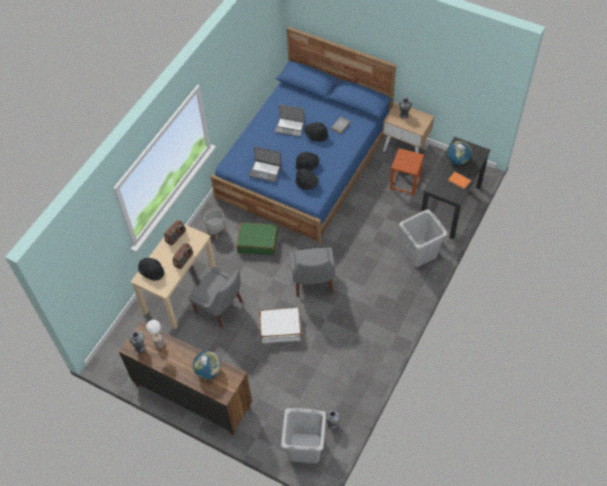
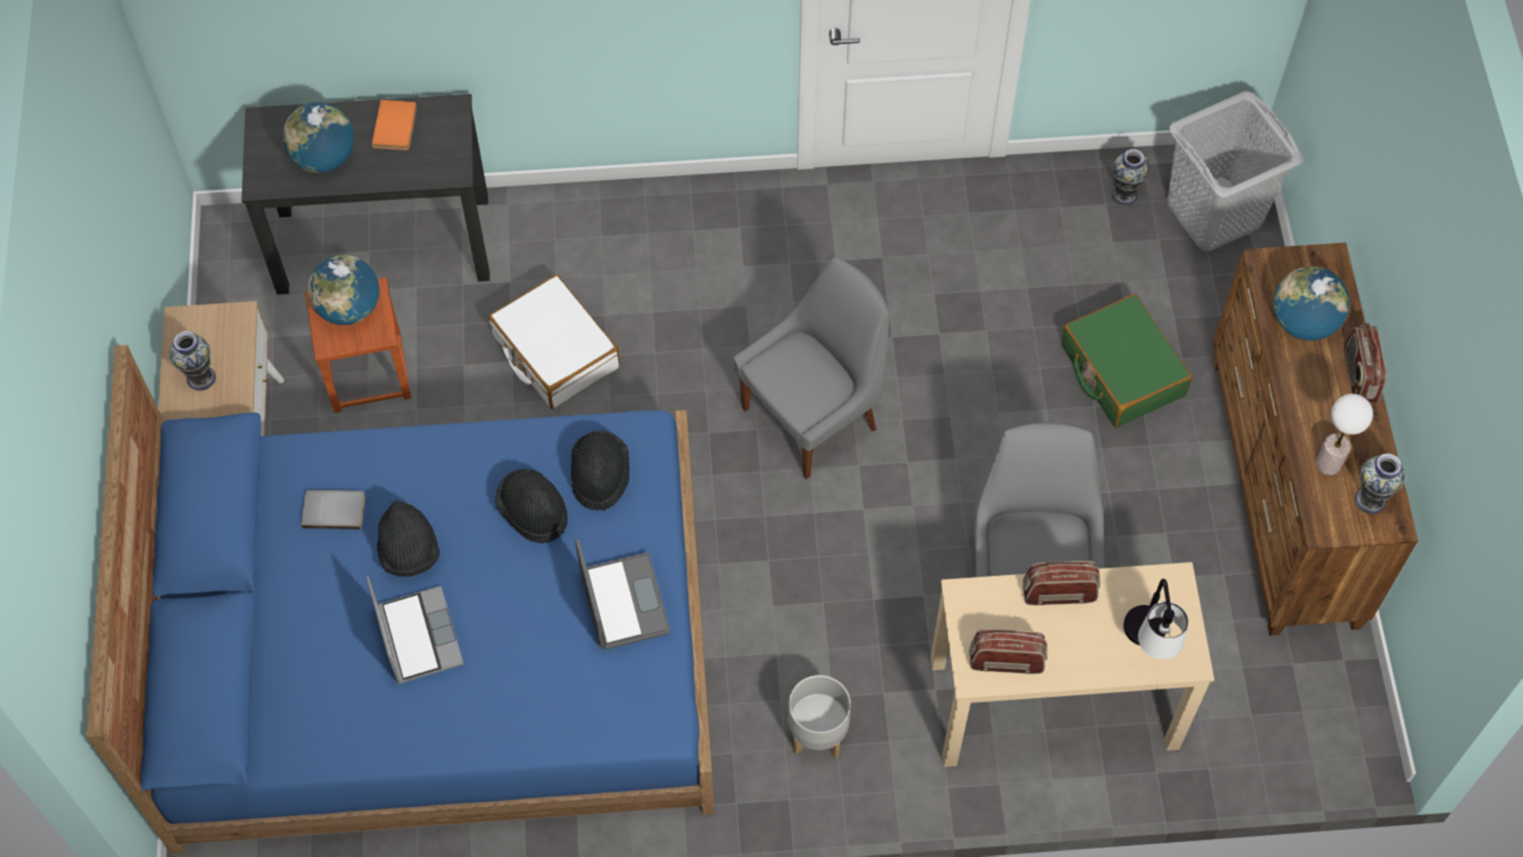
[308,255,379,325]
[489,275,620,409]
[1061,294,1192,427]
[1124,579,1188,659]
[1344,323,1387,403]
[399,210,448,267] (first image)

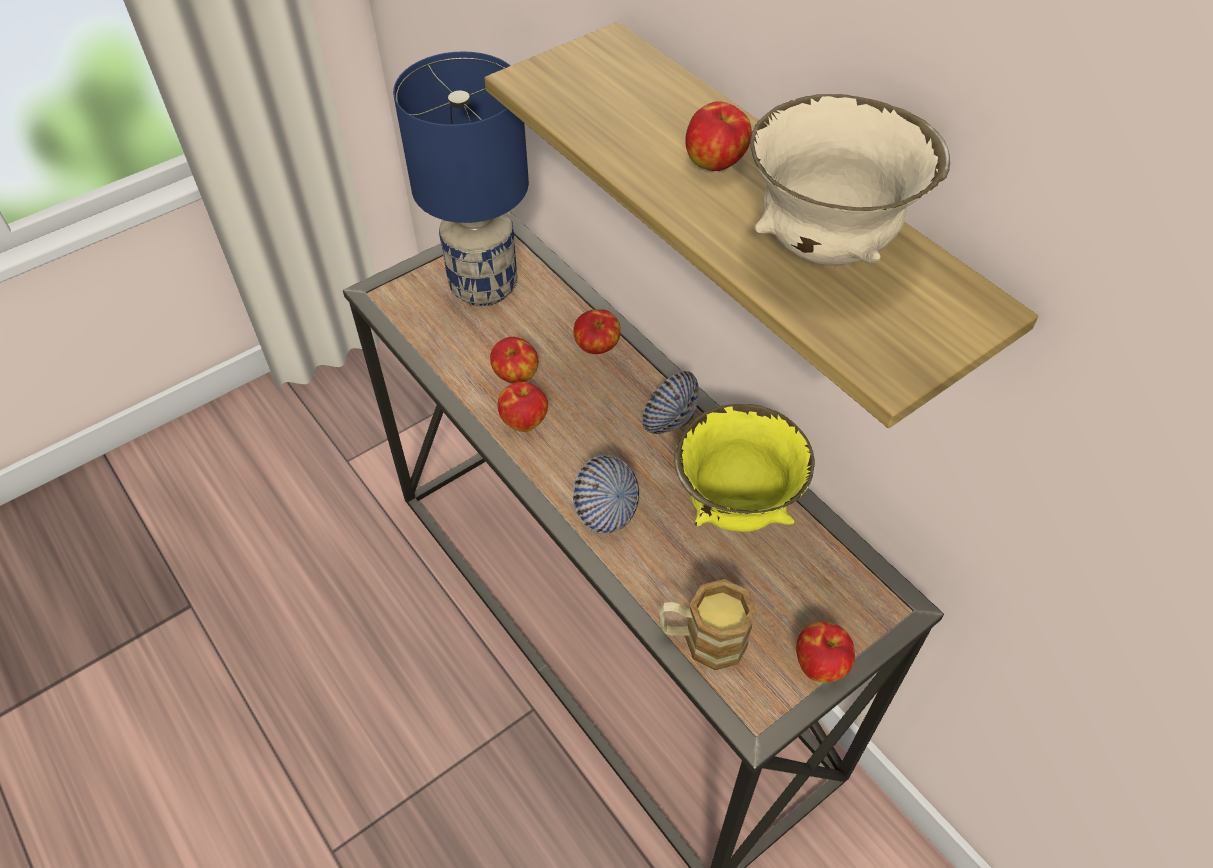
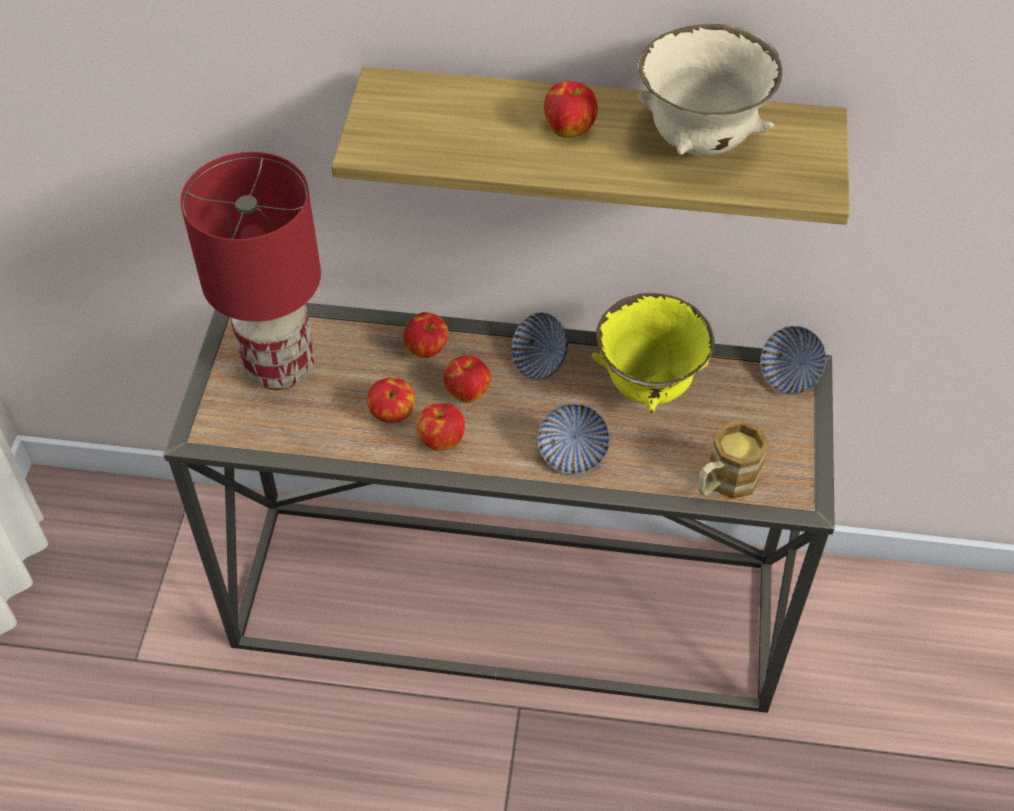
[180,152,321,390]
[443,355,491,403]
[760,326,826,394]

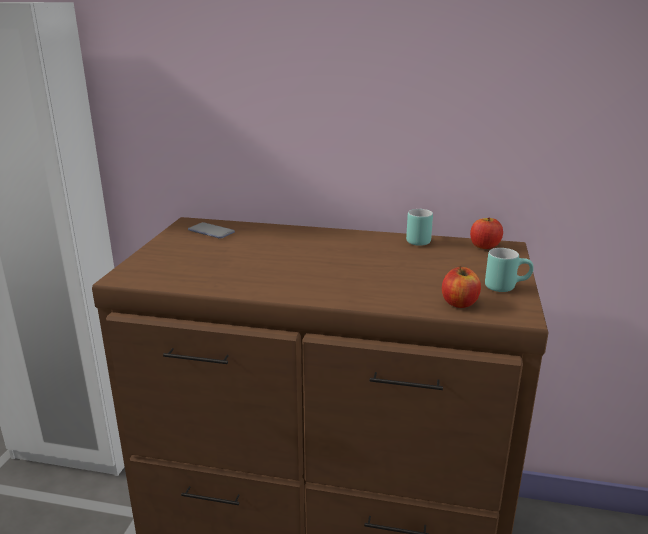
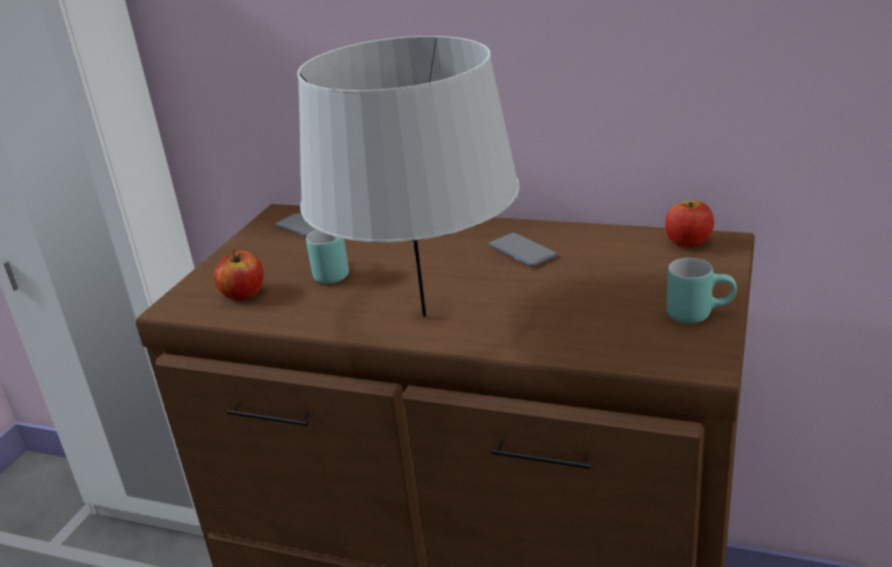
[214,250,263,300]
[297,36,520,317]
[306,230,349,284]
[489,233,557,267]

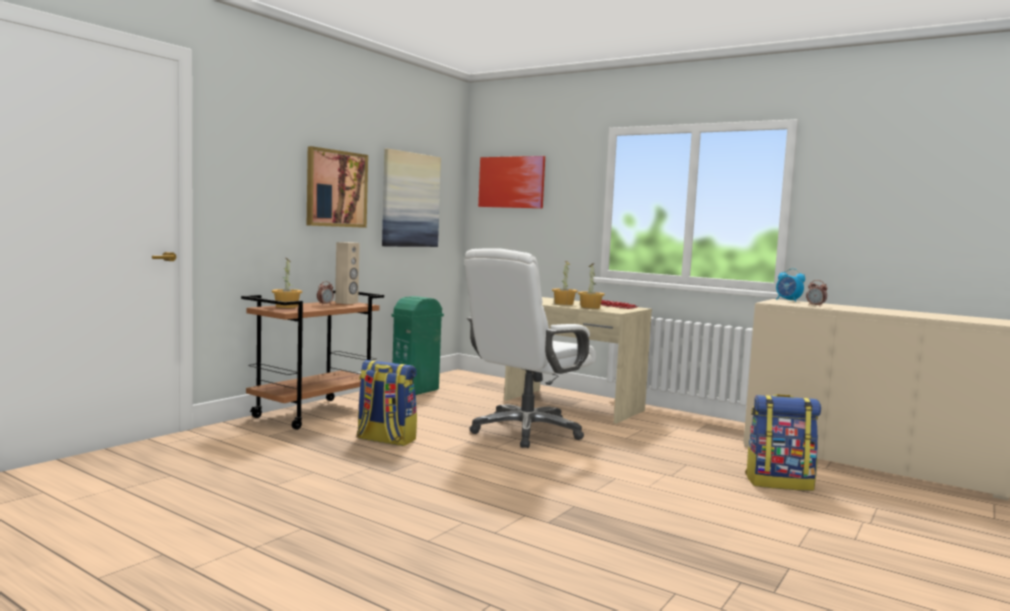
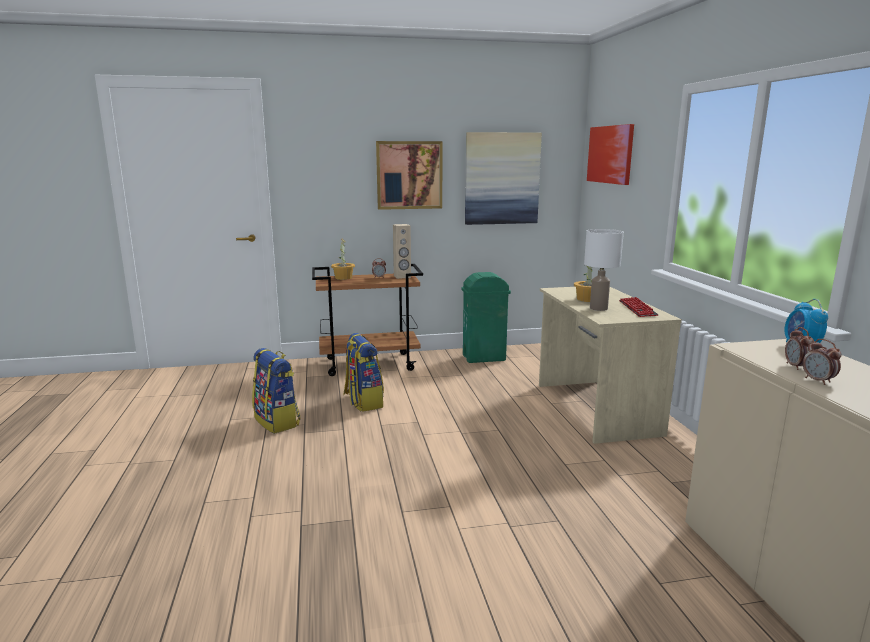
[252,348,300,434]
[584,229,624,311]
[803,339,842,385]
[465,248,596,448] (first image)

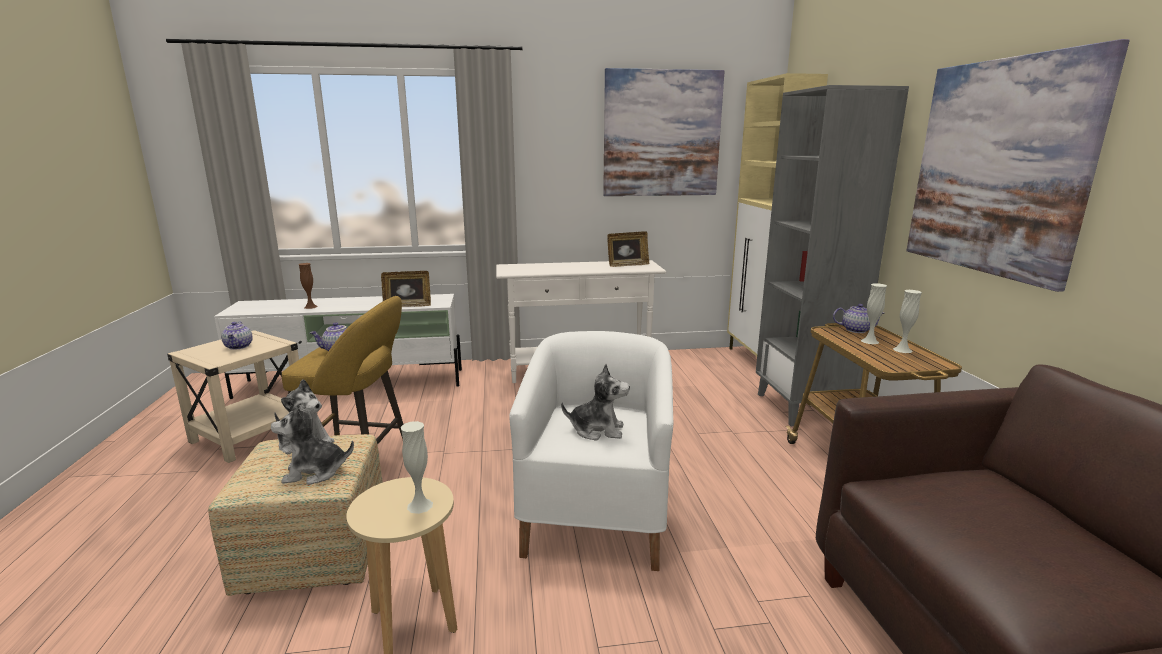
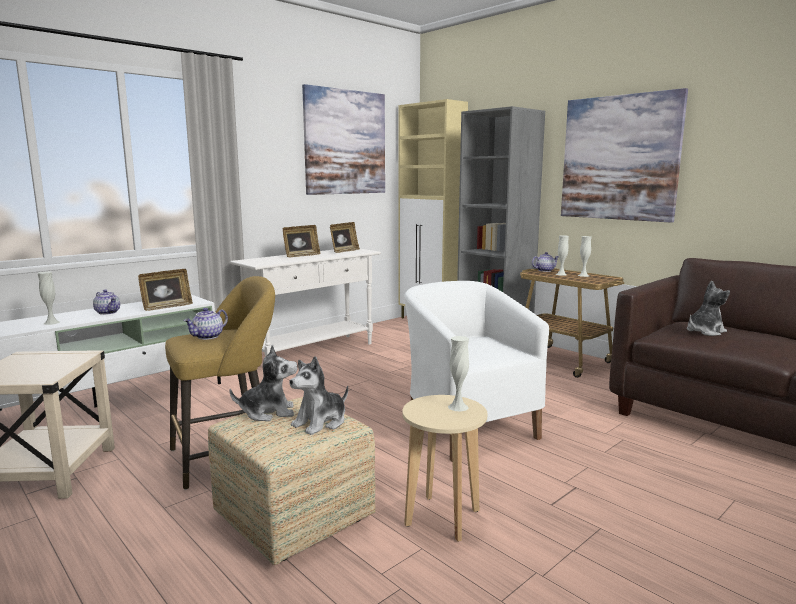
[38,272,60,325]
[93,289,120,315]
[283,225,321,257]
[687,281,730,336]

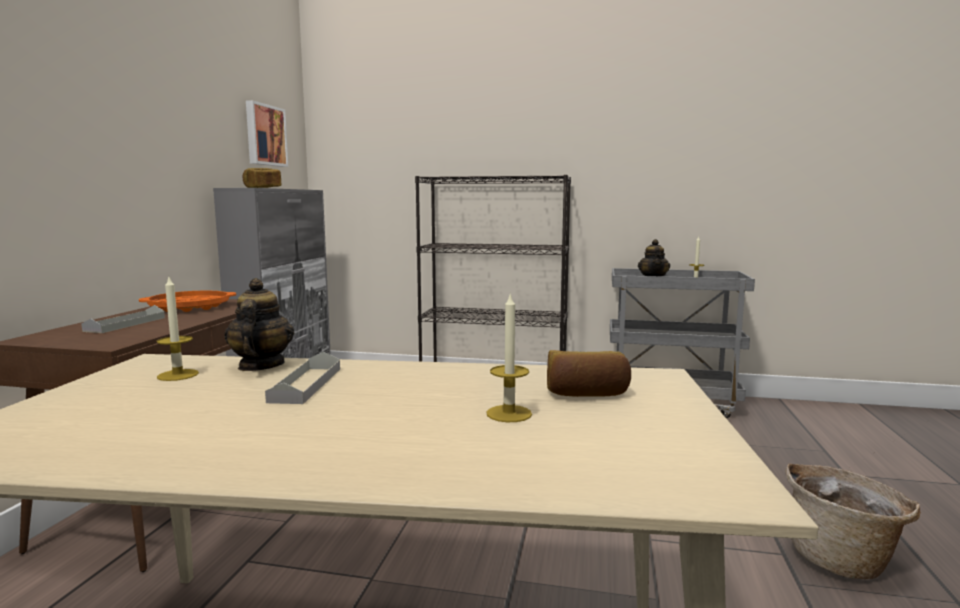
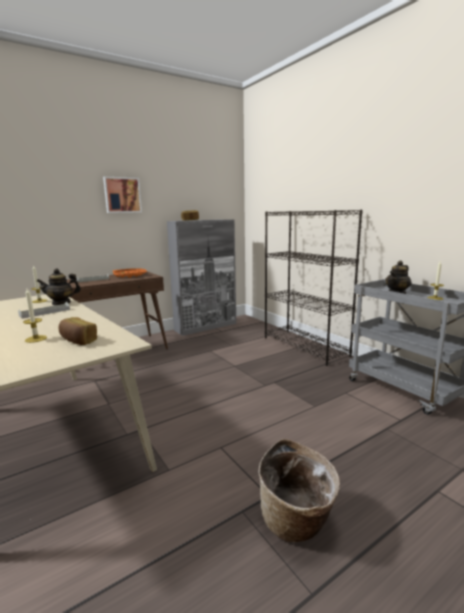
[37,269,81,305]
[103,177,142,213]

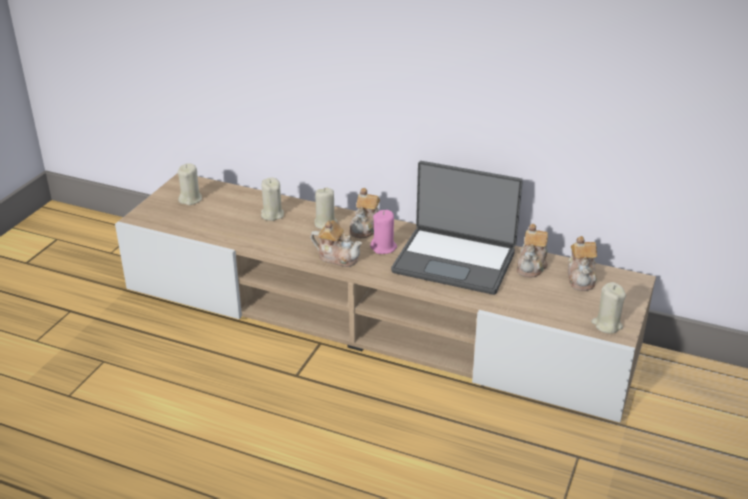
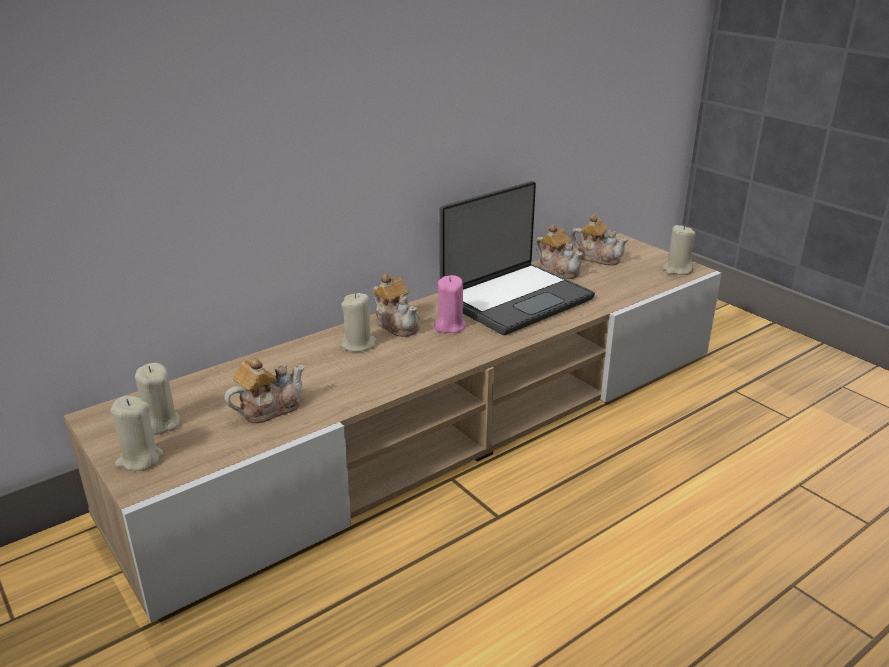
[111,396,163,471]
[225,358,304,423]

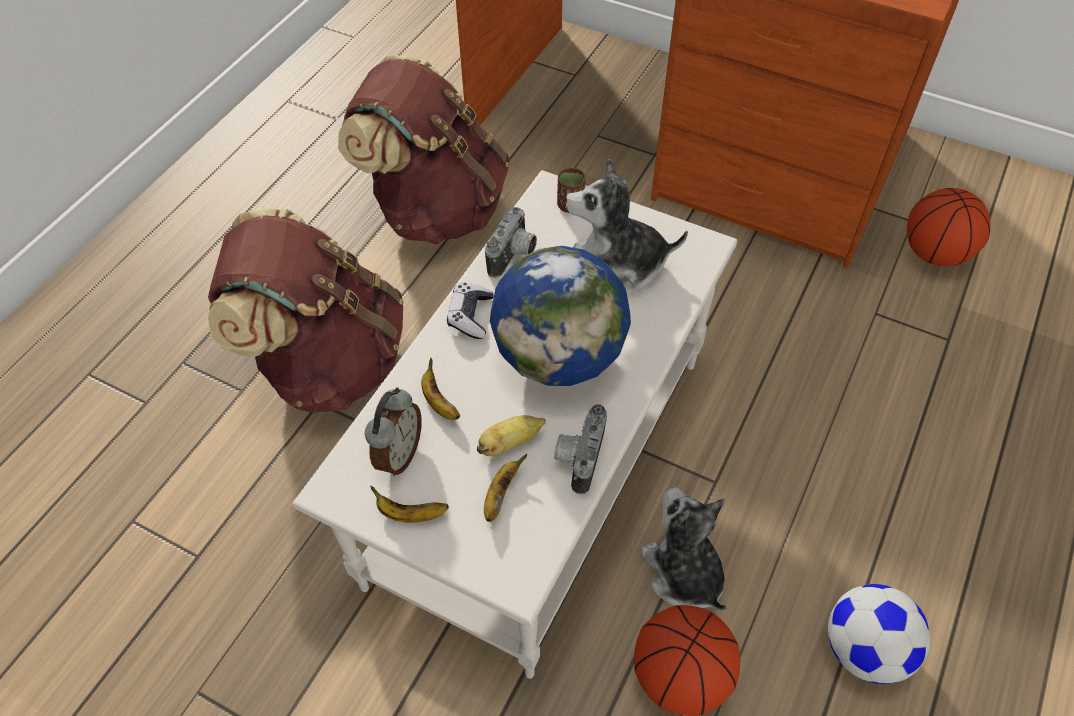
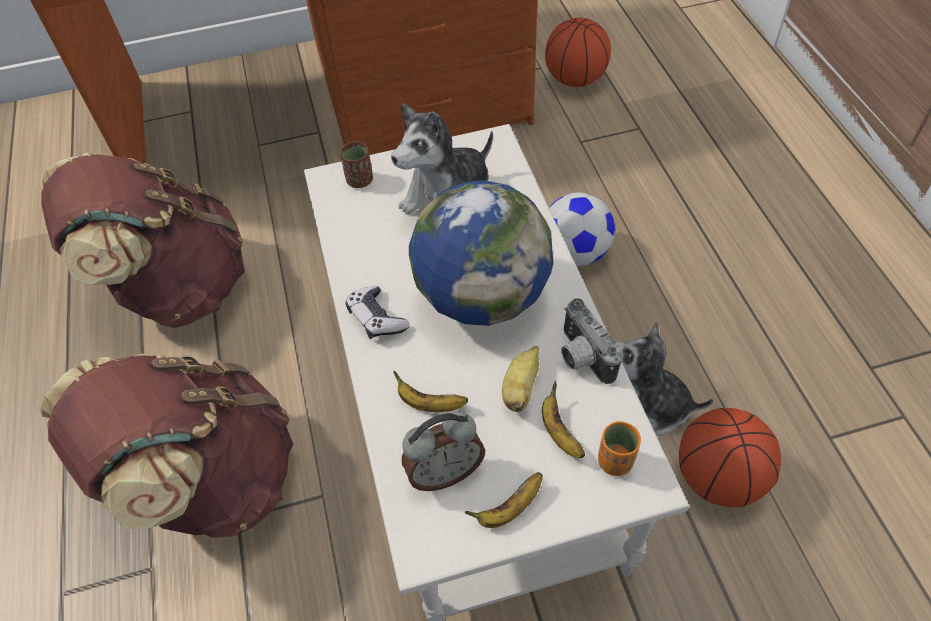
[402,412,485,491]
[549,192,615,266]
[598,421,641,476]
[485,207,537,278] (first image)

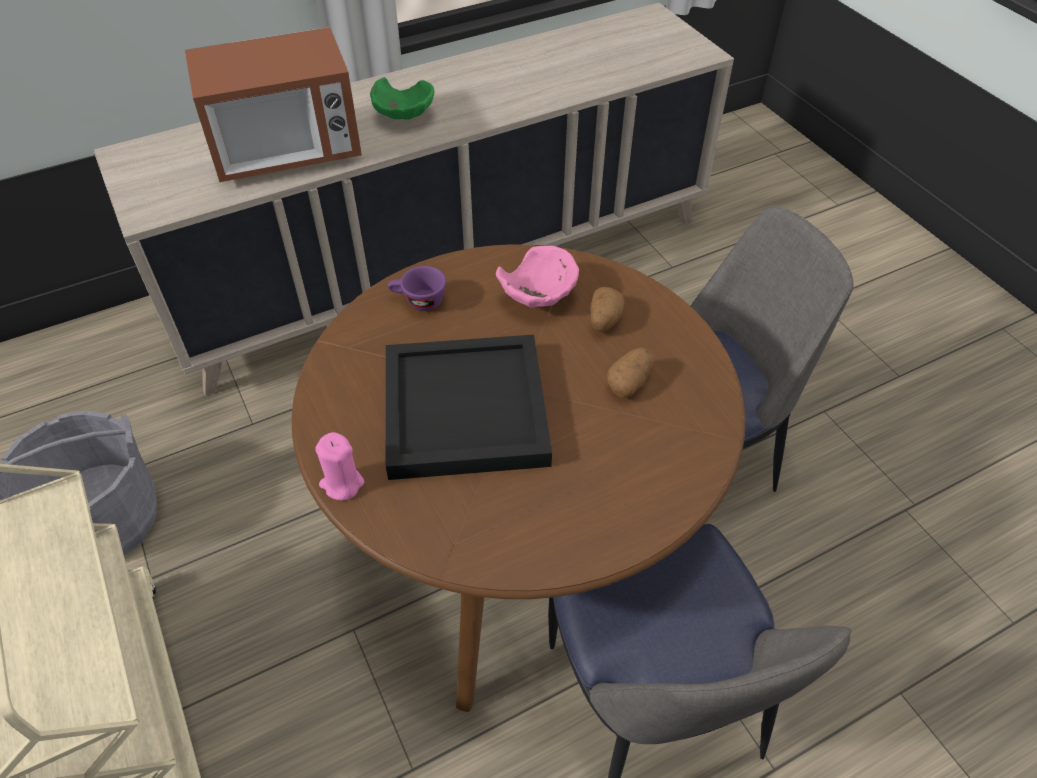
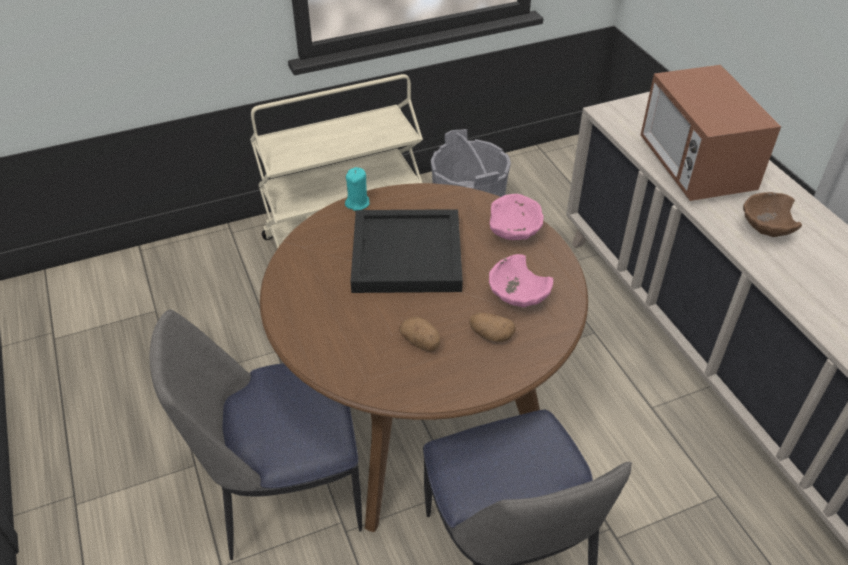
[345,167,370,211]
[489,194,544,240]
[743,192,802,237]

